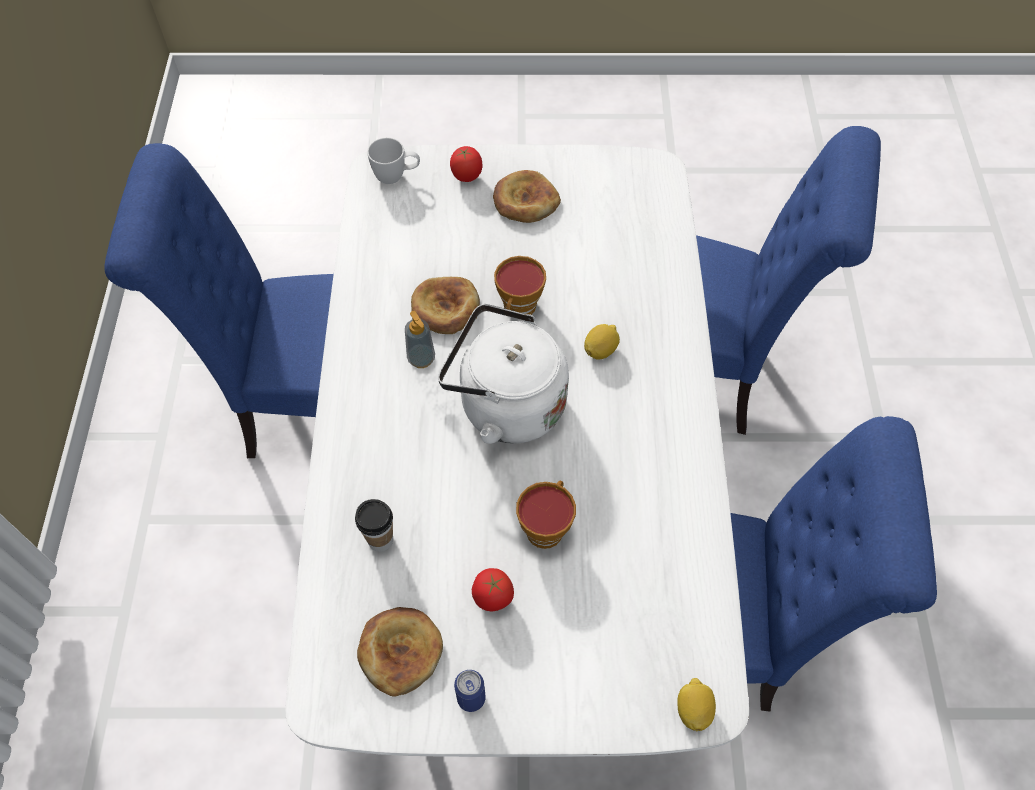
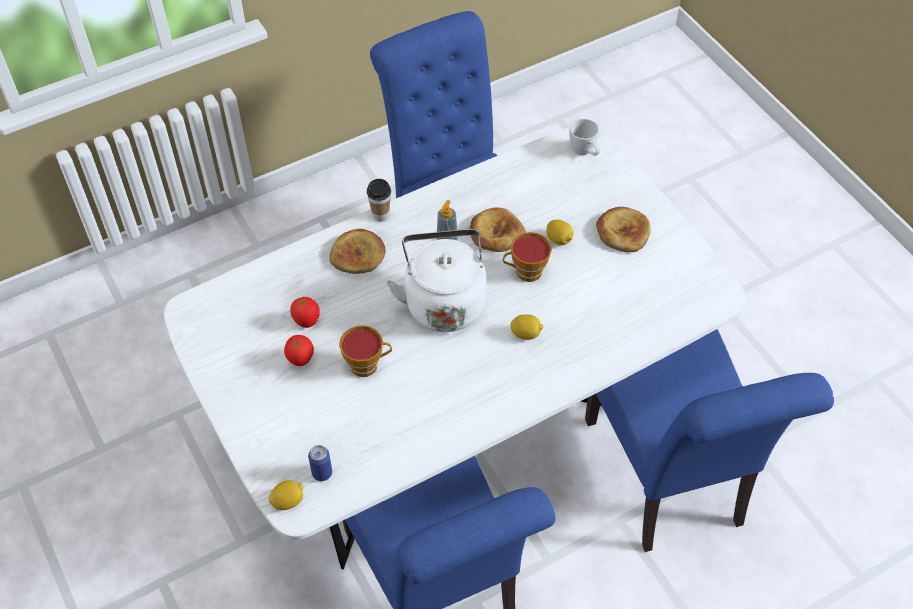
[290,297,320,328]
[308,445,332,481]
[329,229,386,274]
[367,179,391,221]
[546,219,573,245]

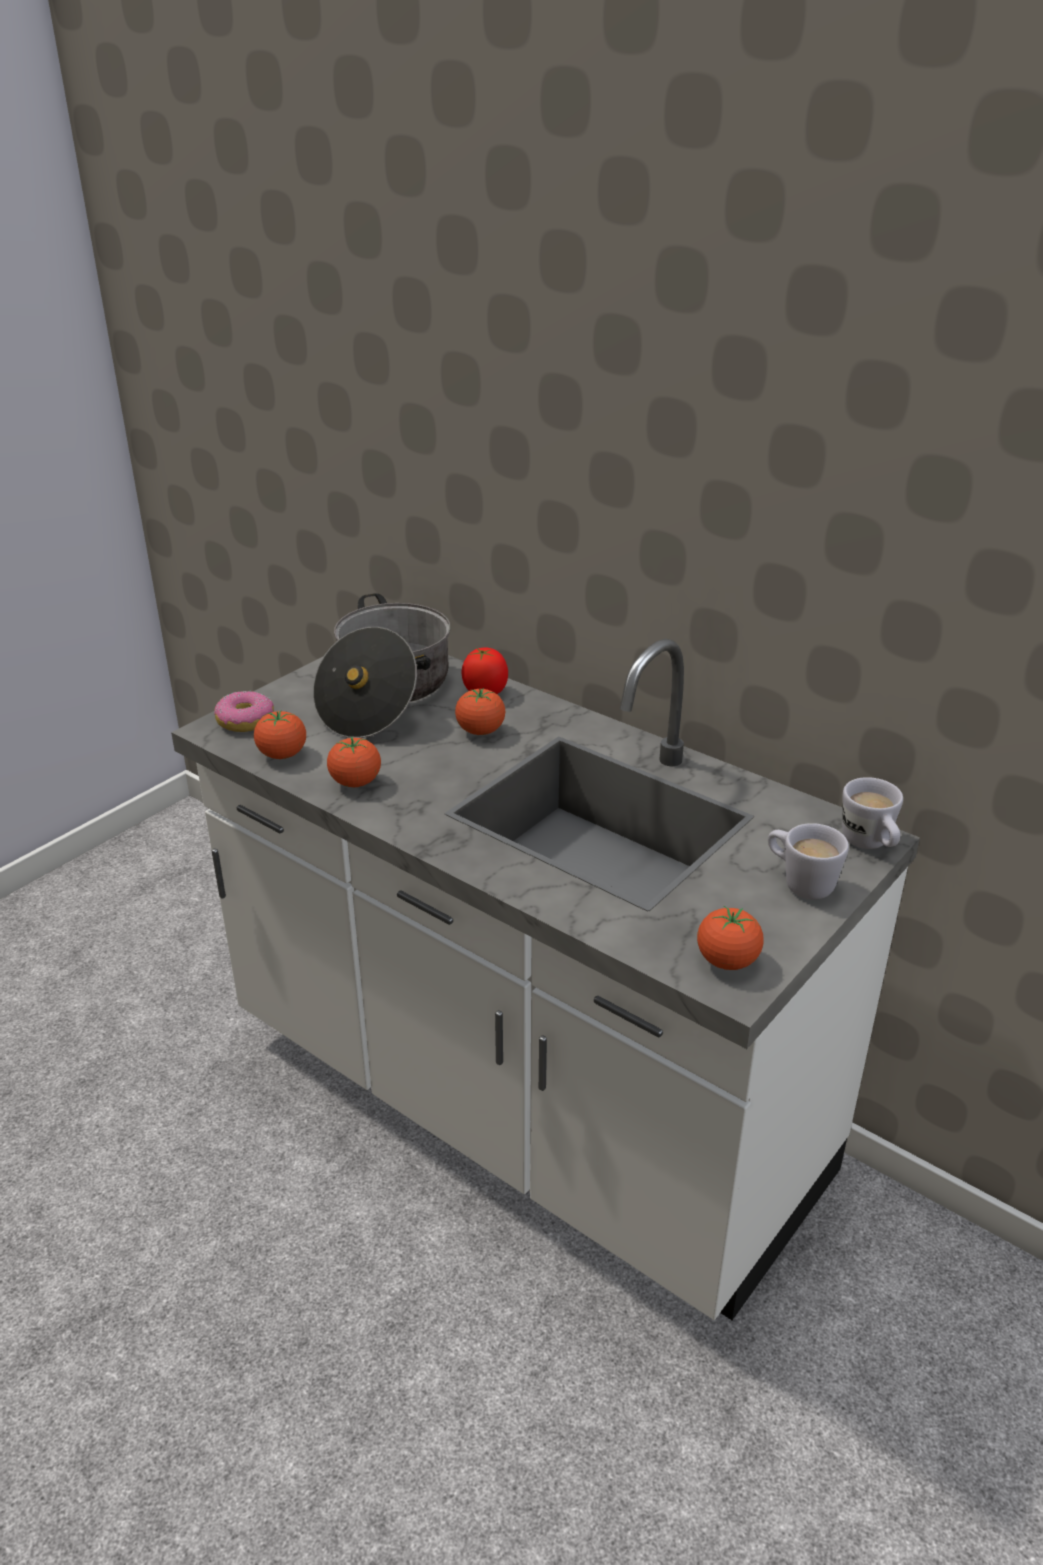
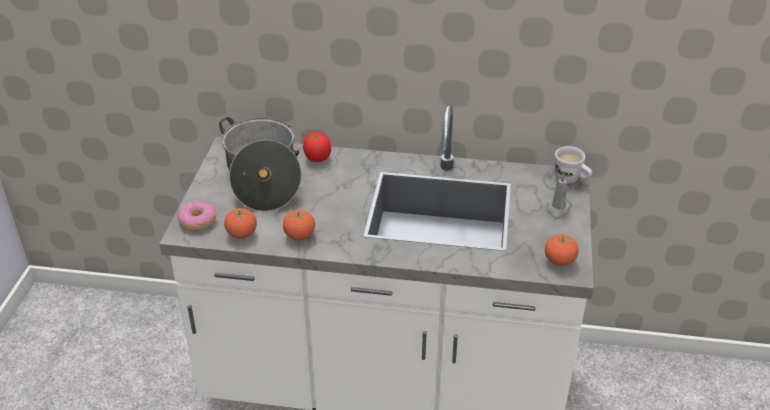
[547,173,570,219]
[455,688,505,735] (first image)

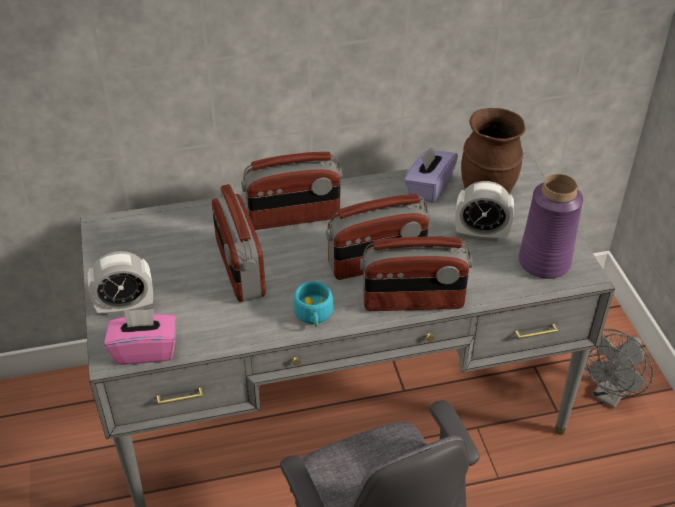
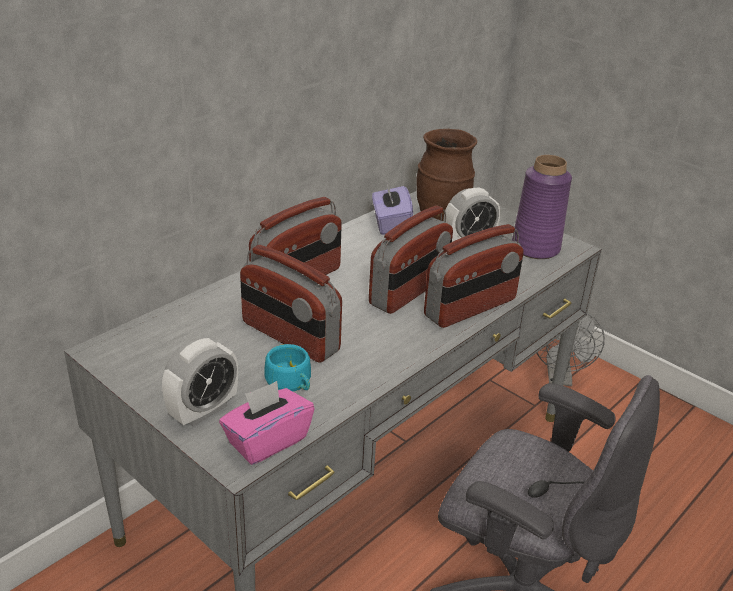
[264,344,311,391]

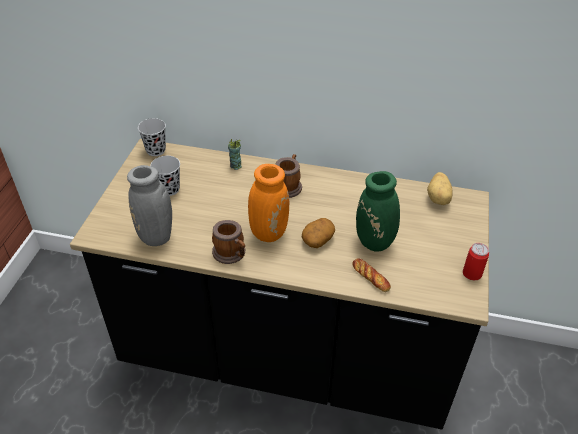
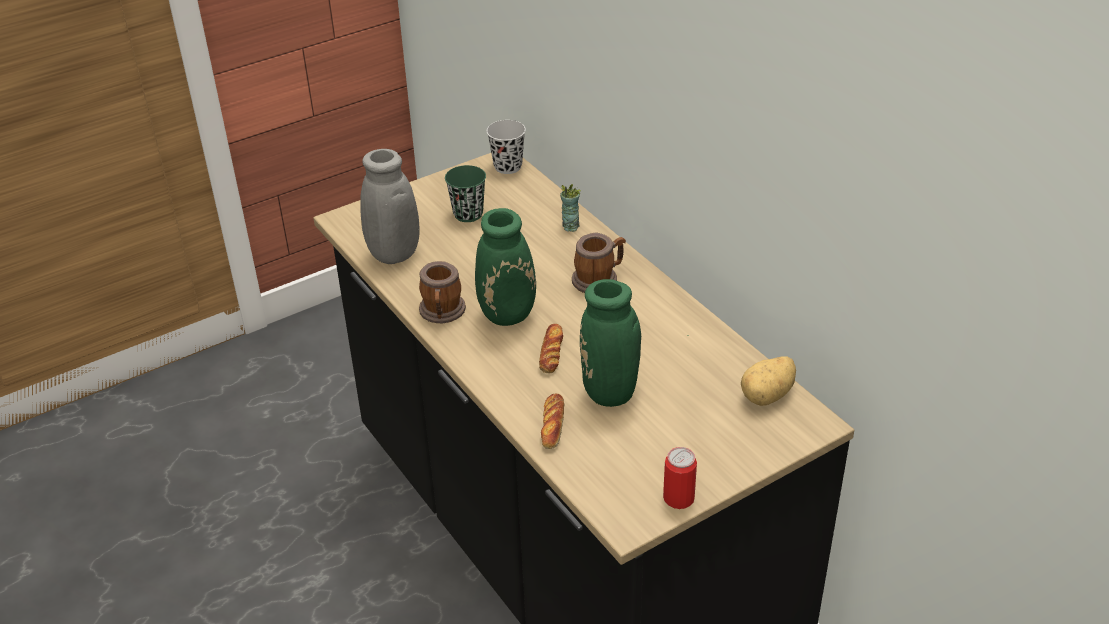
[445,165,486,222]
[475,162,536,326]
[539,324,563,373]

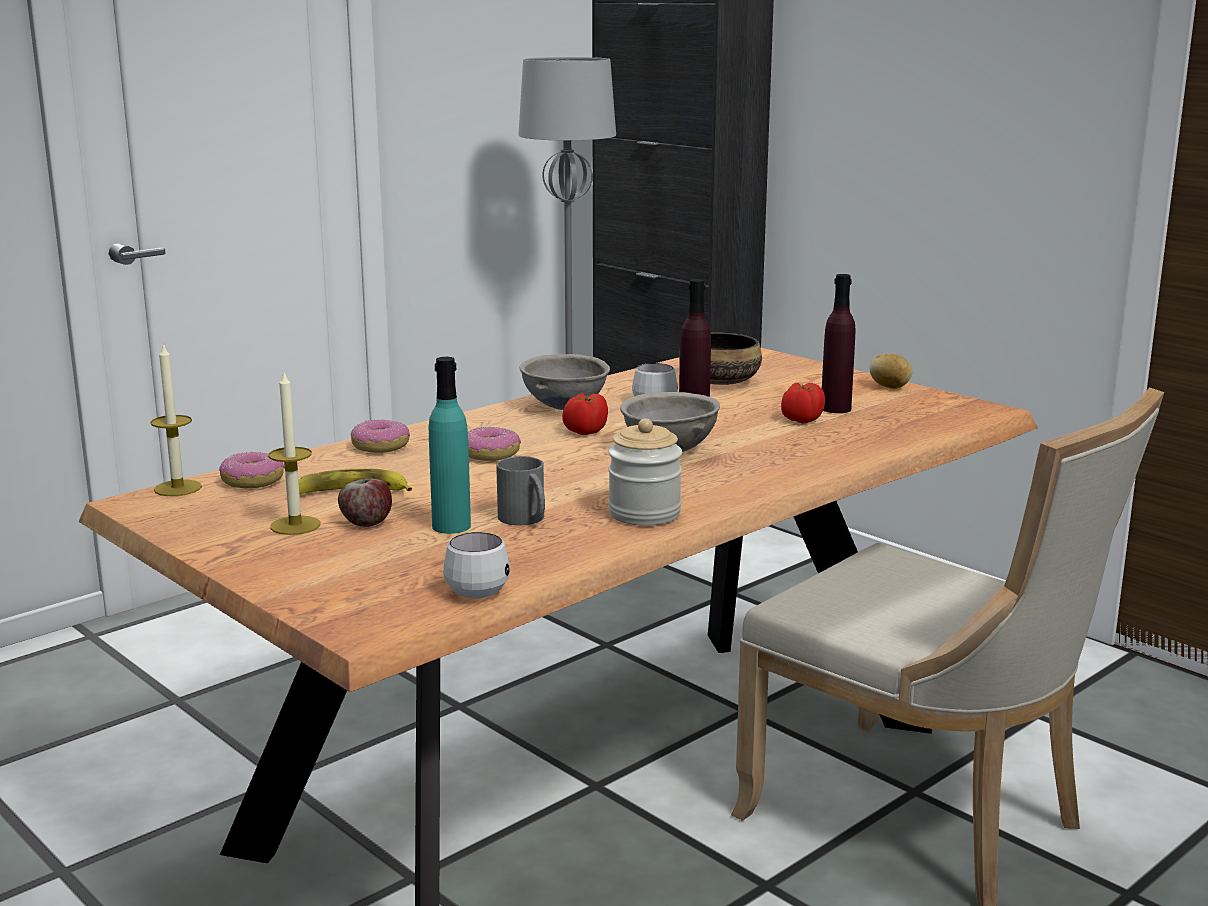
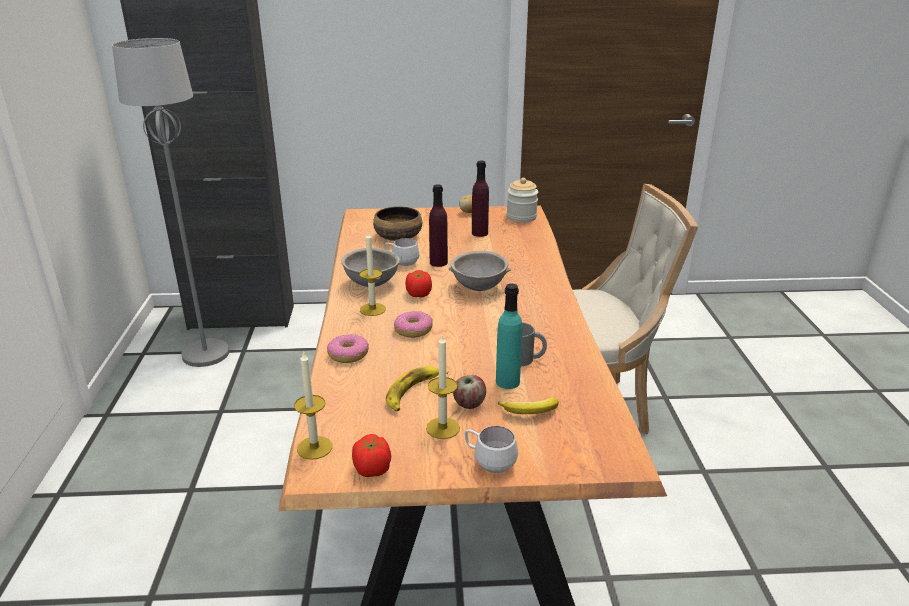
[352,434,391,477]
[359,232,386,316]
[465,426,518,473]
[498,398,559,414]
[507,178,538,223]
[219,451,285,488] (first image)

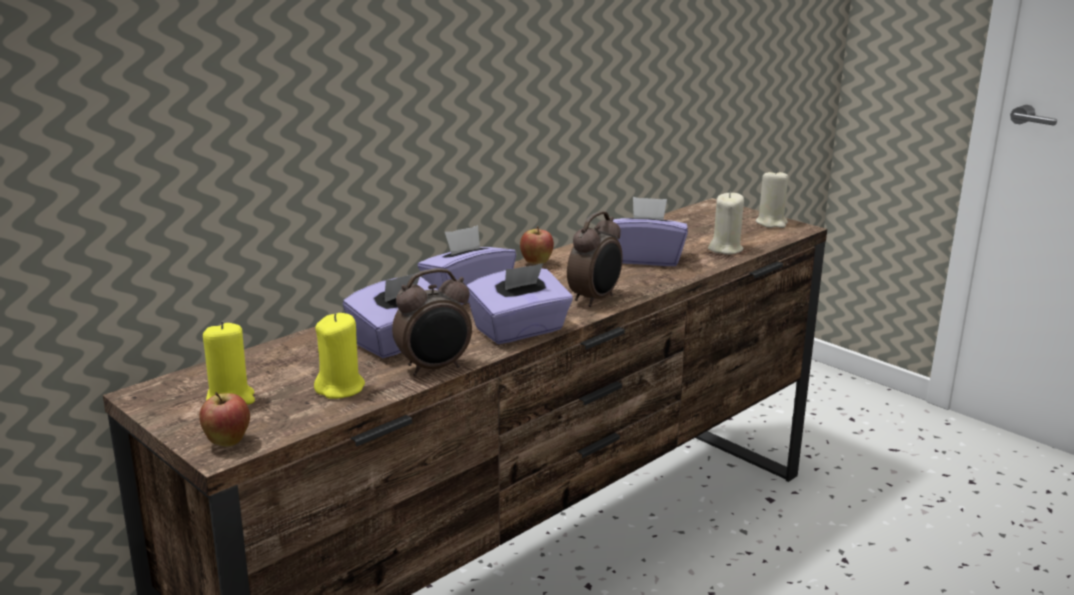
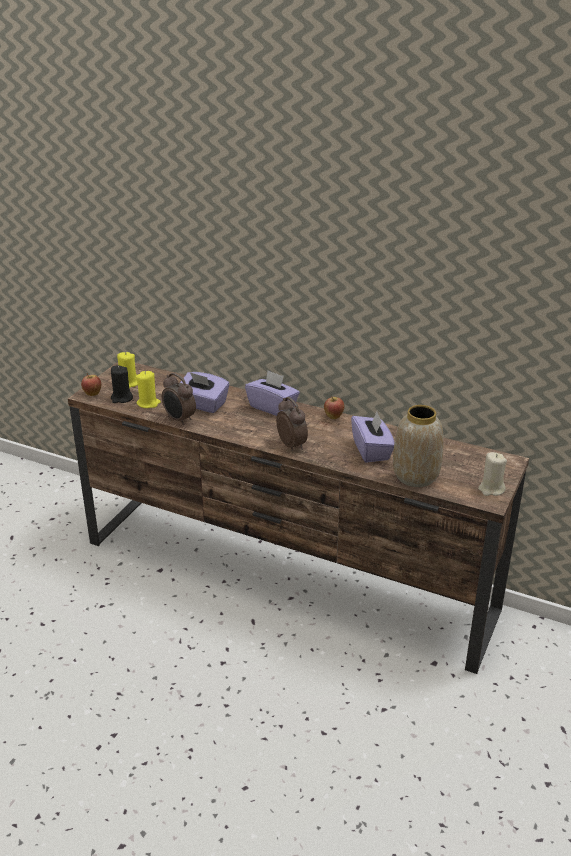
[111,366,133,403]
[276,397,308,451]
[393,405,444,487]
[467,263,573,344] (first image)

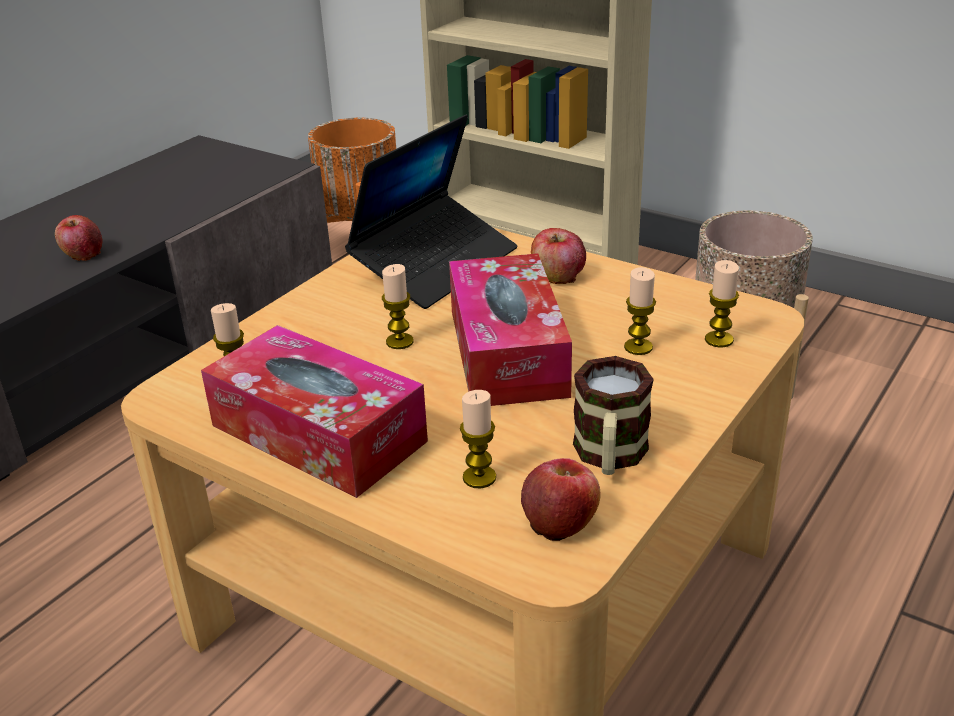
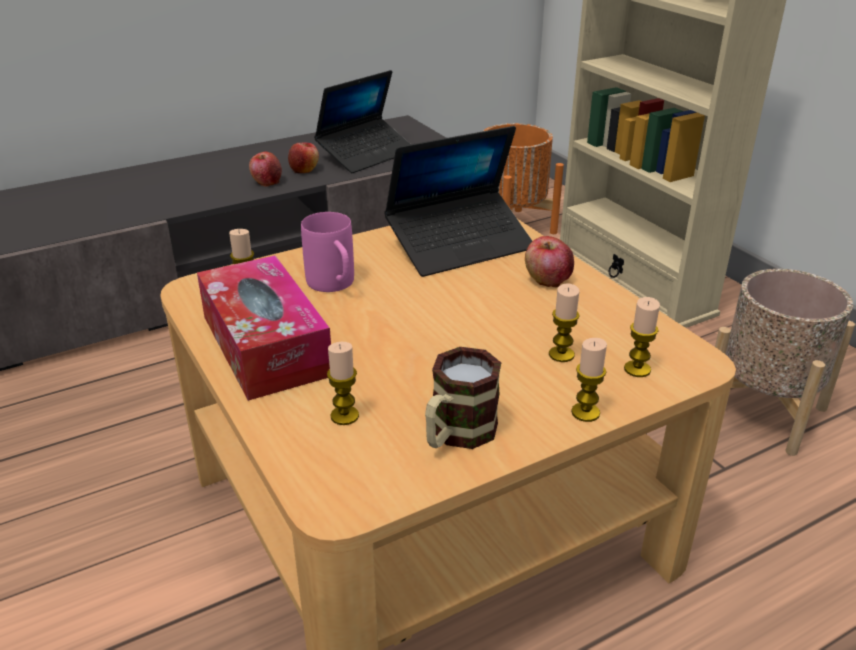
[288,142,319,173]
[301,212,354,292]
[314,70,411,173]
[571,338,607,422]
[449,253,572,406] (first image)

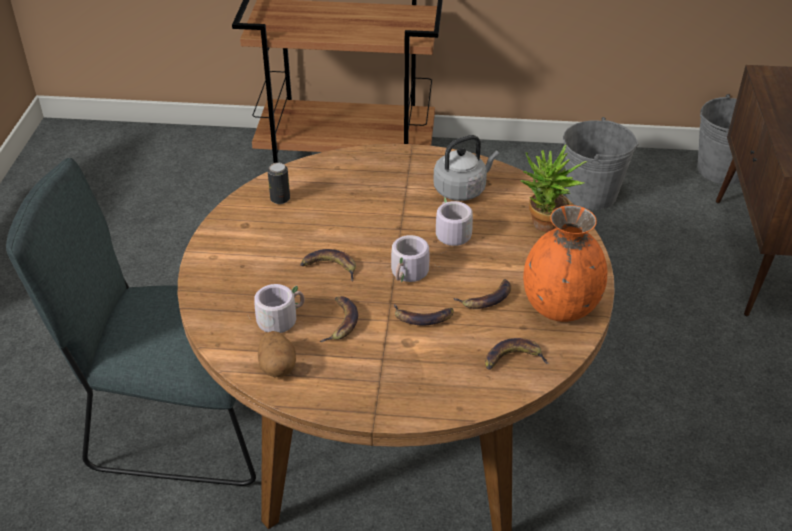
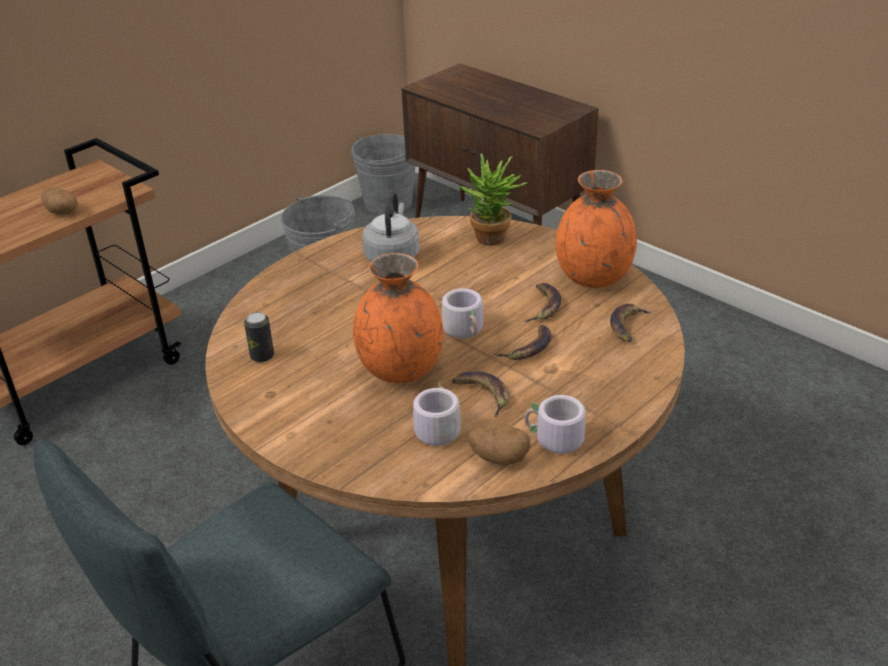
[41,187,78,215]
[353,253,443,383]
[524,395,586,463]

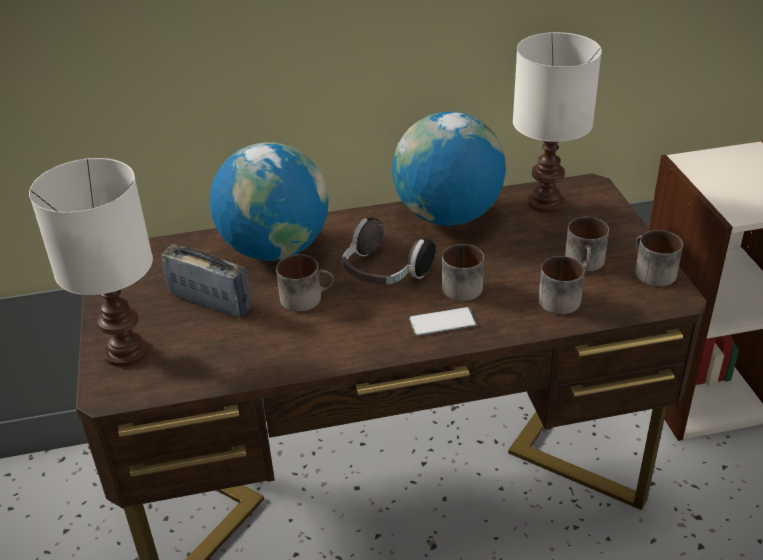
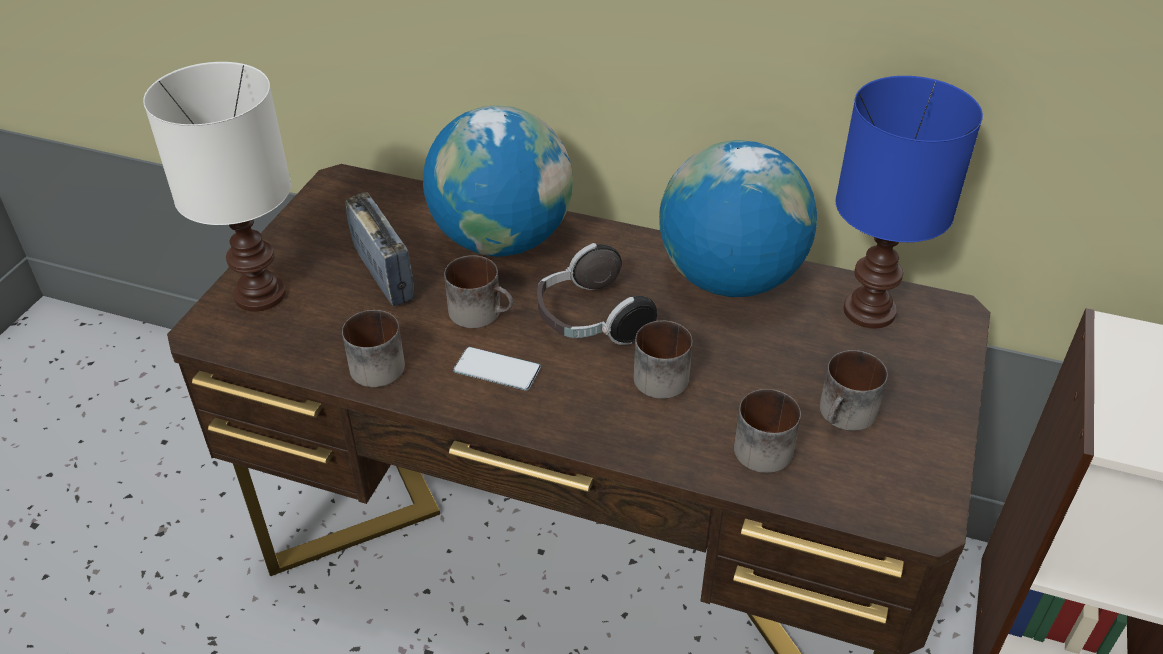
[342,310,405,387]
[453,347,541,390]
[835,76,983,328]

